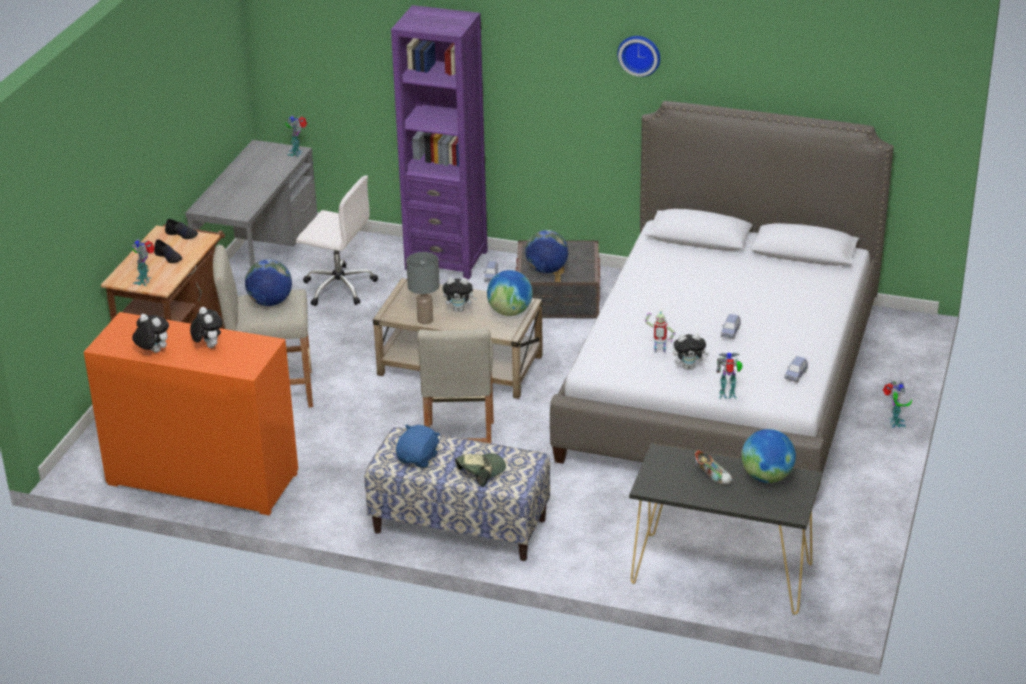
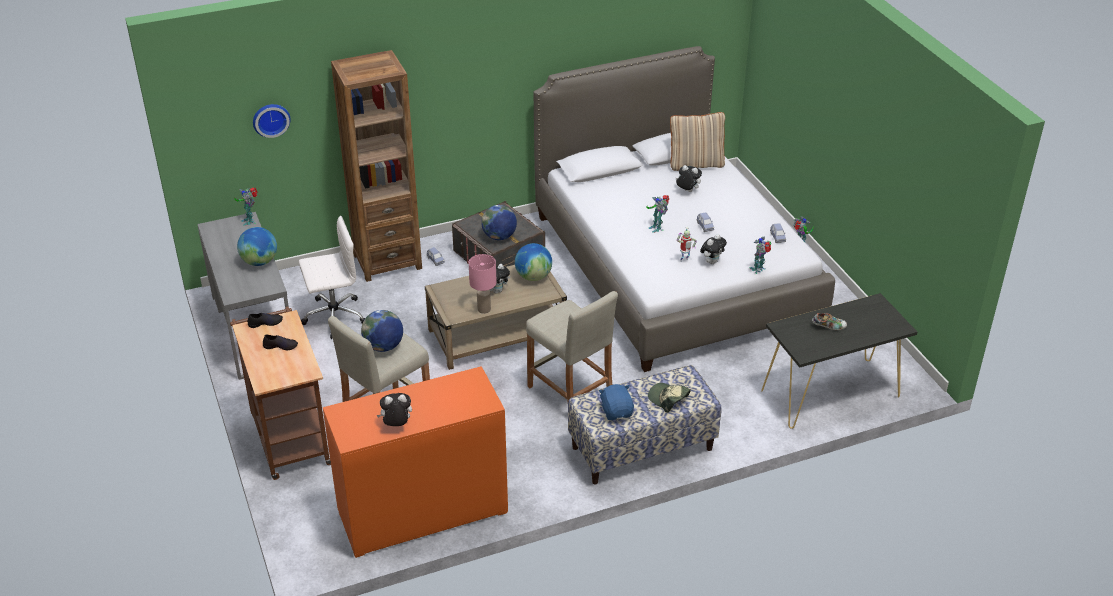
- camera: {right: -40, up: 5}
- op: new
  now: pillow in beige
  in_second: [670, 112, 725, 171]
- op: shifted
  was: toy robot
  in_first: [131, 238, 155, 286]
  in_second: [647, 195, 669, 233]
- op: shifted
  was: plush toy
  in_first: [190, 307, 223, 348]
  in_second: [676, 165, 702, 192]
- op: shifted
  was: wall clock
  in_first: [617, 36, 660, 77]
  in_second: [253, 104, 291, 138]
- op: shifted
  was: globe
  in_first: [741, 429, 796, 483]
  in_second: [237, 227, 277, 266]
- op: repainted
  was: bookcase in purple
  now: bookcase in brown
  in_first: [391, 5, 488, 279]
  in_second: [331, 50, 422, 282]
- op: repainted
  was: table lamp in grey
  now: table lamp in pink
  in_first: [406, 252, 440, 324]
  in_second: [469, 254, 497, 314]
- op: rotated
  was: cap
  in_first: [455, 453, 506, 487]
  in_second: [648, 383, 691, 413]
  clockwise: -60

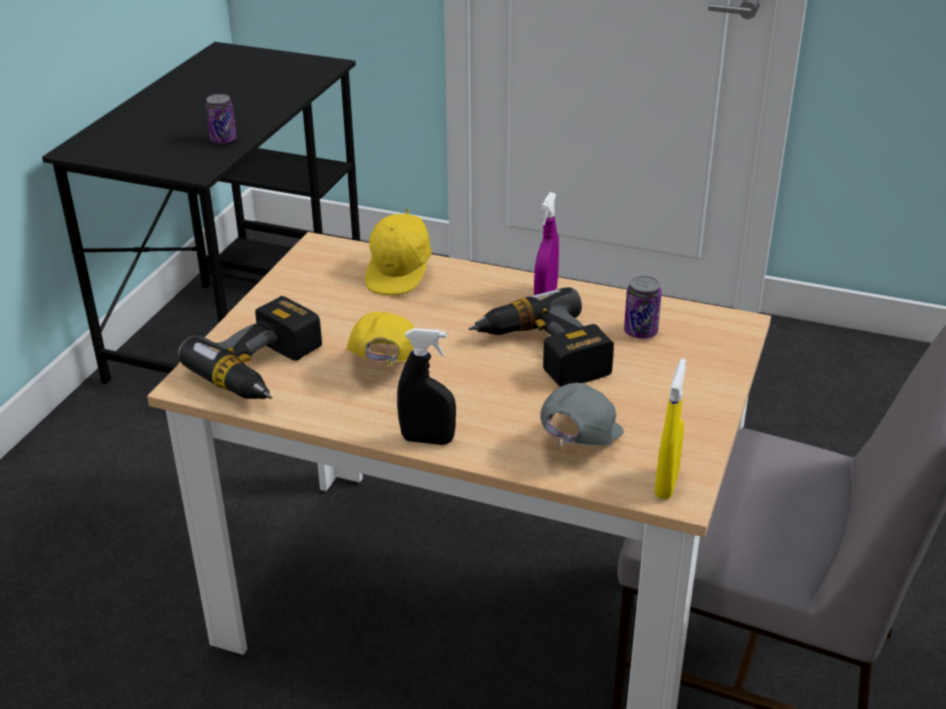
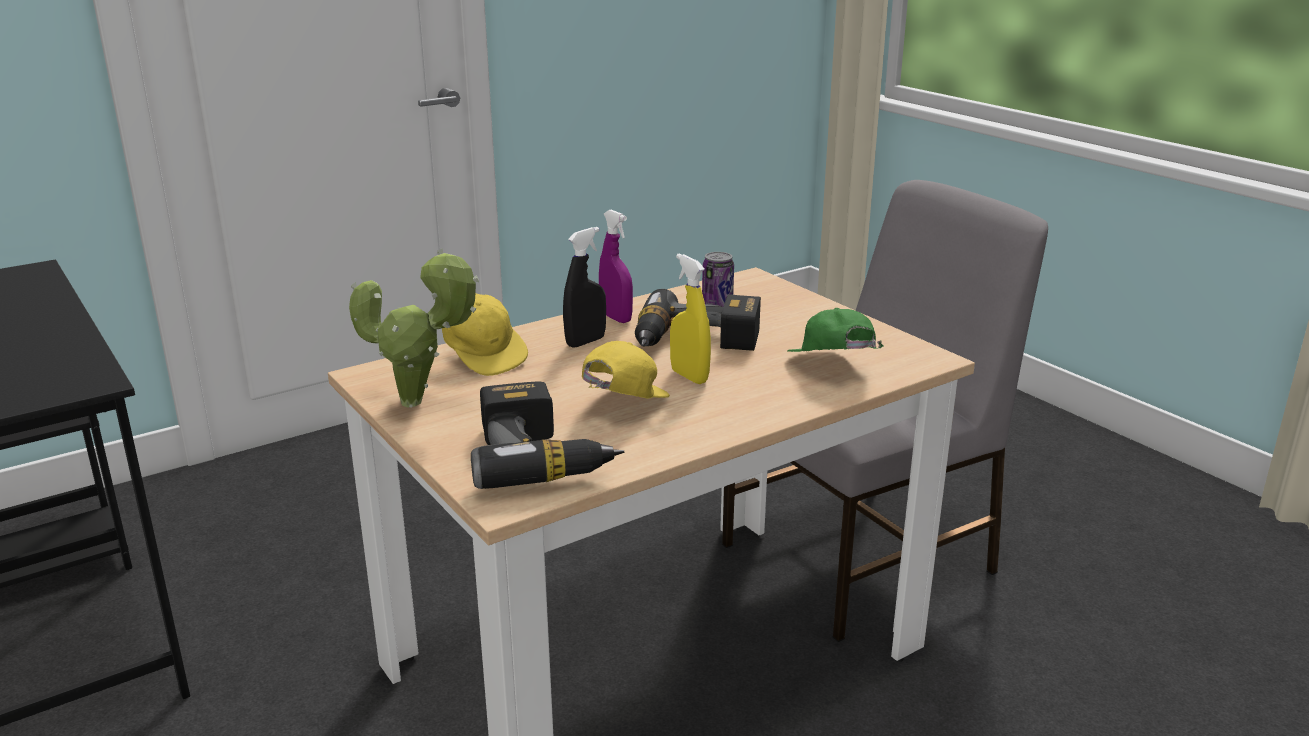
- camera: {right: -55, up: -10}
- op: gone
  was: can
  in_first: [206, 94, 236, 144]
- op: new
  now: potted plant
  in_second: [349, 248, 479, 408]
- op: shifted
  was: spray bottle in black
  in_first: [397, 328, 456, 445]
  in_second: [563, 227, 606, 348]
- op: shifted
  was: spray bottle in yellow
  in_first: [655, 358, 686, 499]
  in_second: [670, 254, 711, 384]
- op: repainted
  was: cap in grey
  now: cap in green
  in_first: [540, 383, 624, 446]
  in_second: [787, 308, 883, 352]
- op: rotated
  was: cap in yellow
  in_first: [346, 312, 415, 366]
  in_second: [582, 341, 670, 399]
  clockwise: 90

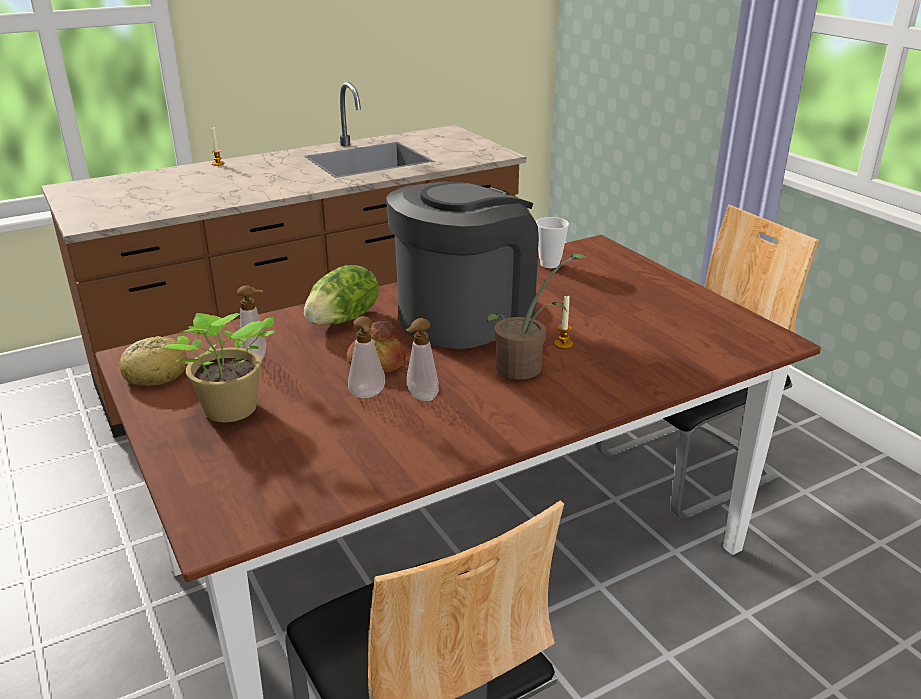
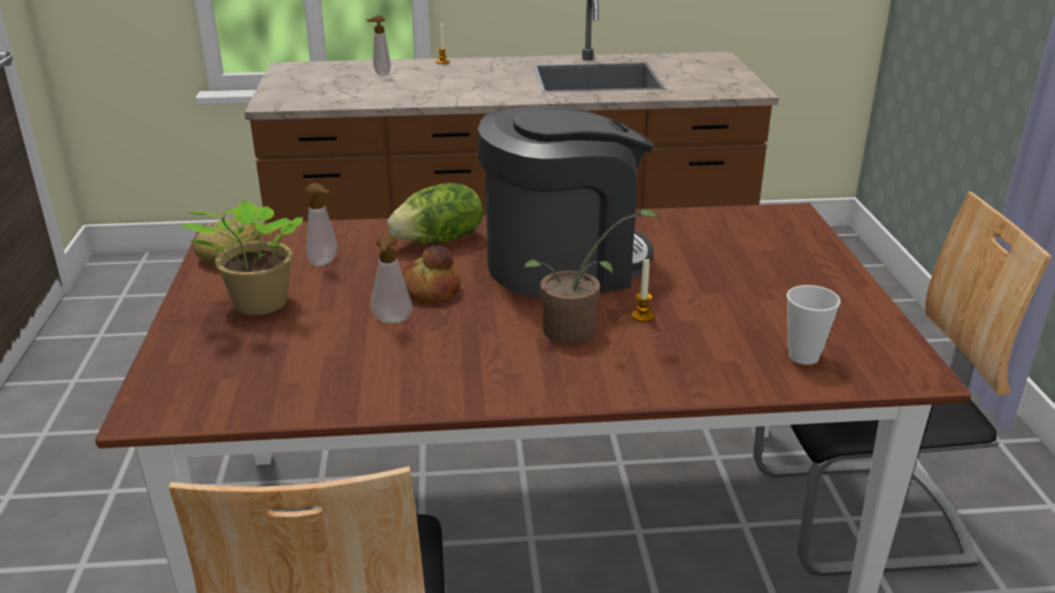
- camera: {right: 25, up: 0}
- op: shifted
  was: soap dispenser
  in_first: [406, 318, 439, 401]
  in_second: [366, 15, 391, 77]
- op: shifted
  was: cup
  in_first: [536, 217, 569, 268]
  in_second: [787, 285, 840, 365]

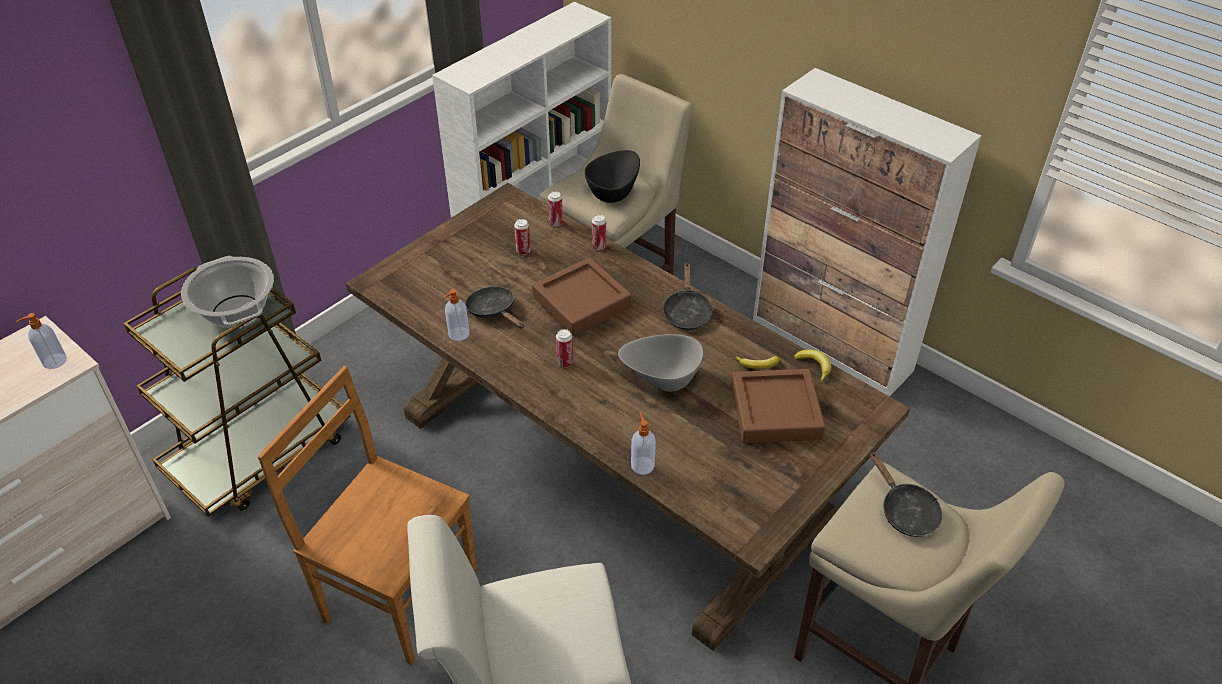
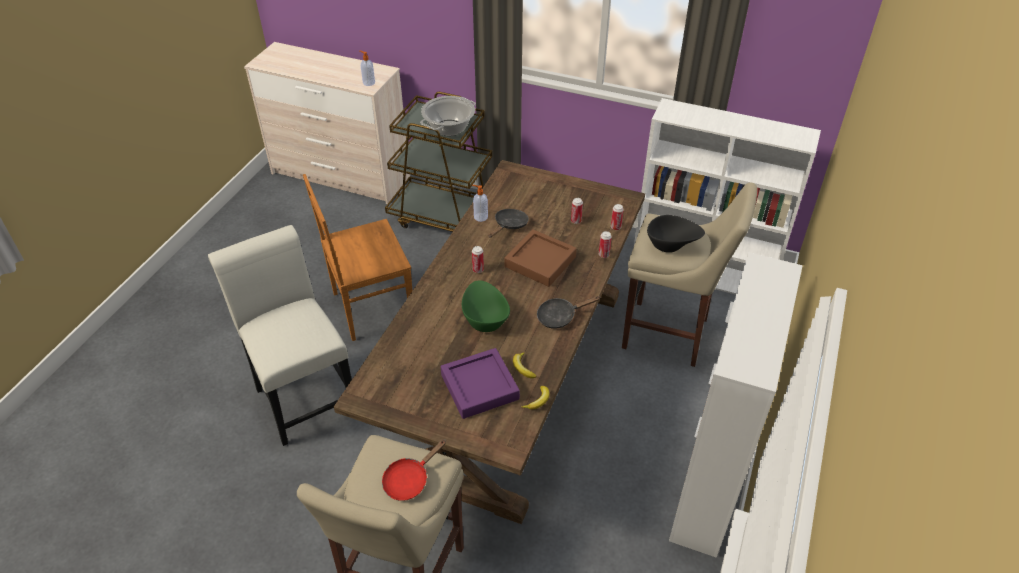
- camera: {right: 70, up: 0}
- op: gone
  was: soap dispenser
  in_first: [631, 412, 656, 475]
- op: repainted
  was: bowl in grey
  now: bowl in green
  in_first: [618, 334, 703, 392]
  in_second: [462, 280, 510, 332]
- op: repainted
  was: tray in brown
  now: tray in purple
  in_first: [731, 369, 825, 443]
  in_second: [441, 348, 520, 419]
- op: repainted
  was: frying pan in black
  now: frying pan in red
  in_first: [870, 451, 942, 537]
  in_second: [382, 439, 446, 501]
- op: rotated
  was: chair in brown
  in_first: [258, 366, 477, 665]
  in_second: [303, 174, 413, 341]
  clockwise: -120

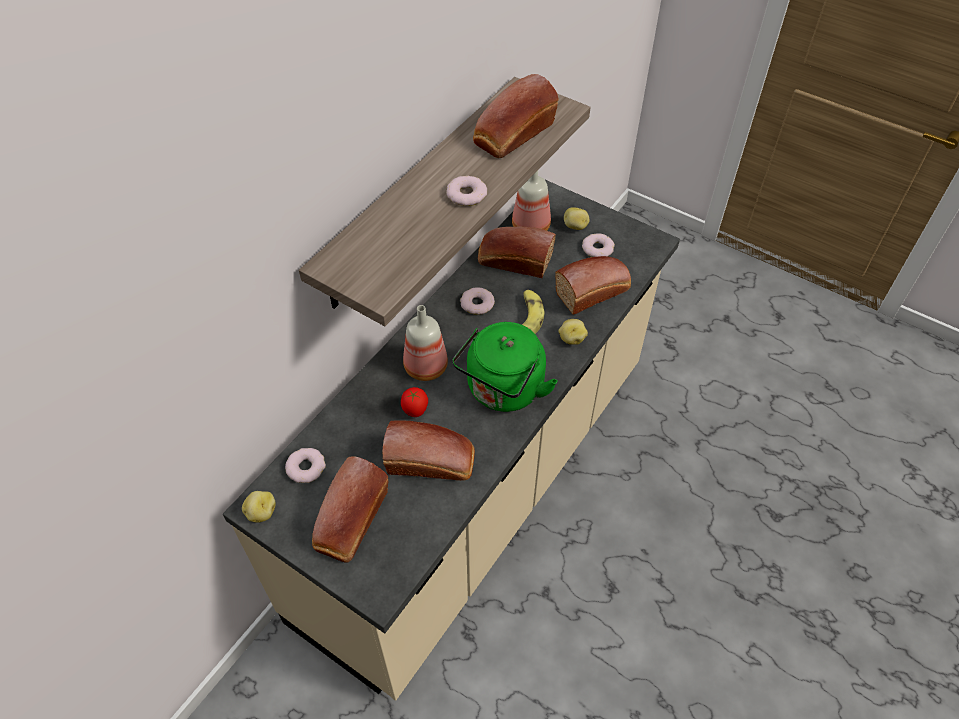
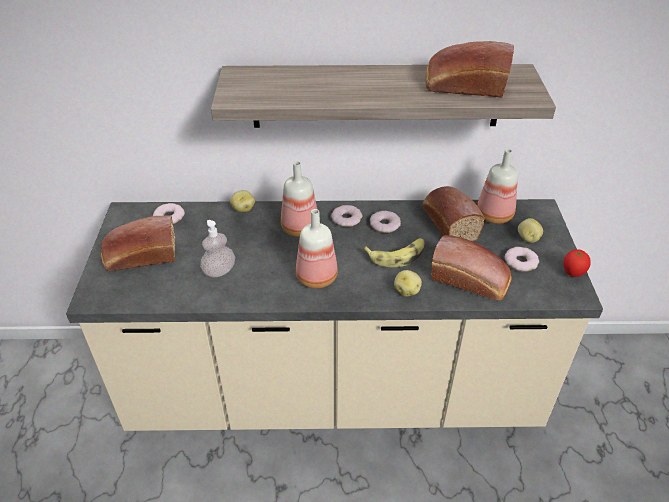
- camera: {right: 55, up: -10}
- op: shifted
  was: potato
  in_first: [242, 491, 276, 523]
  in_second: [230, 190, 255, 212]
- op: shifted
  was: tomato
  in_first: [401, 387, 428, 417]
  in_second: [563, 250, 591, 277]
- op: shifted
  was: donut
  in_first: [446, 176, 487, 206]
  in_second: [331, 205, 363, 227]
- op: swapped
  was: bread
  now: soap dispenser
  in_first: [383, 420, 475, 481]
  in_second: [200, 220, 235, 277]
- op: swapped
  was: kettle in green
  now: bottle
  in_first: [453, 322, 558, 412]
  in_second: [296, 209, 338, 288]

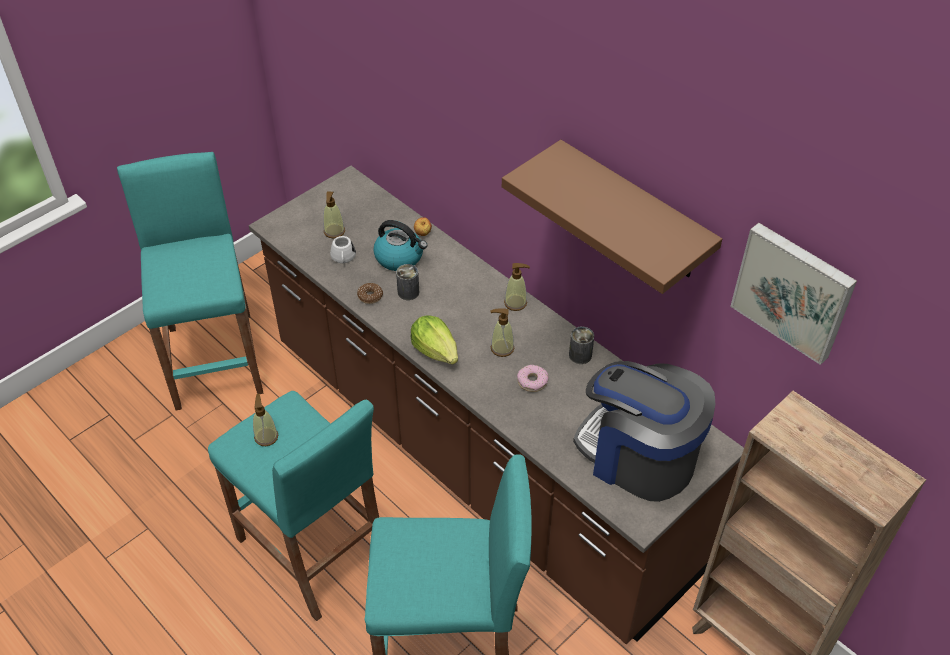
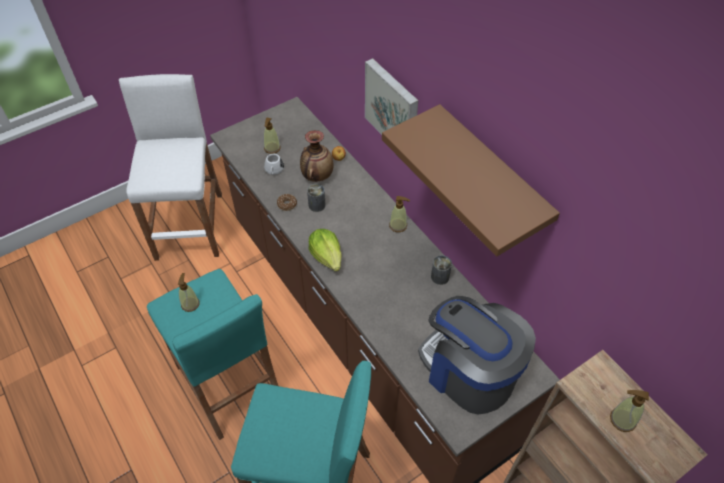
- camera: {right: 10, up: 5}
- op: gone
  was: donut
  in_first: [517, 365, 549, 392]
- op: shifted
  was: soap dispenser
  in_first: [490, 308, 514, 357]
  in_second: [610, 390, 649, 432]
- op: shifted
  was: picture
  in_first: [730, 223, 857, 365]
  in_second: [365, 58, 418, 135]
- op: swapped
  was: kettle
  now: vase
  in_first: [373, 220, 427, 271]
  in_second: [300, 130, 334, 182]
- op: repainted
  was: stool in turquoise
  now: stool in white
  in_first: [117, 152, 263, 410]
  in_second: [119, 74, 222, 261]

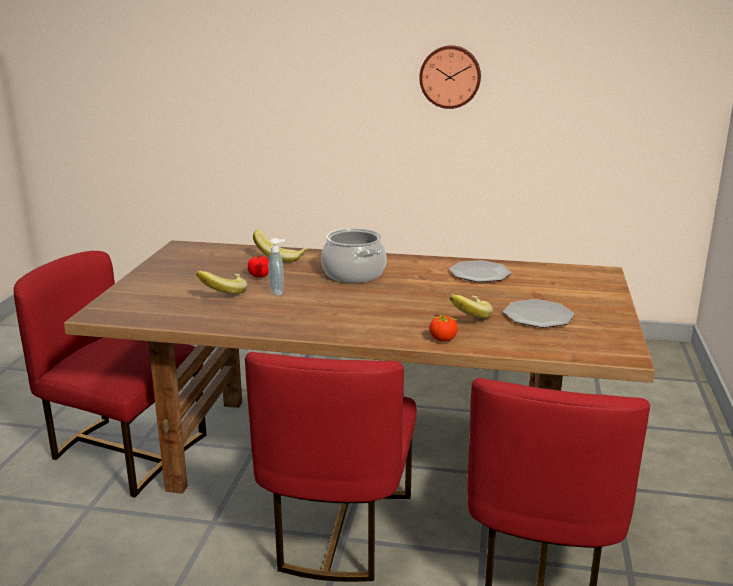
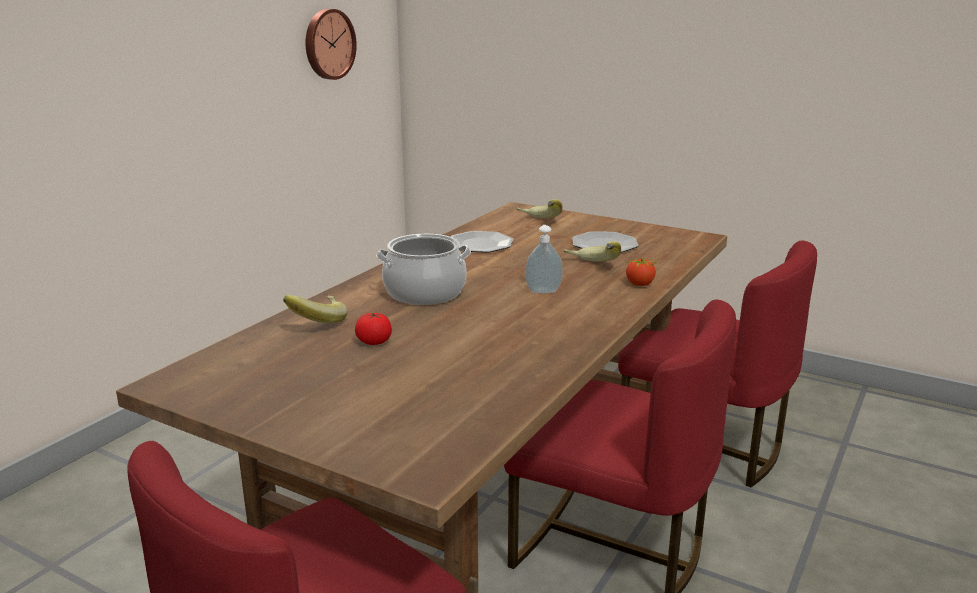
- camera: {right: -70, up: 0}
- op: shifted
  was: banana
  in_first: [196, 271, 248, 294]
  in_second: [516, 199, 563, 219]
- op: shifted
  was: soap dispenser
  in_first: [268, 238, 285, 296]
  in_second: [525, 225, 563, 293]
- op: shifted
  was: wall clock
  in_first: [419, 45, 481, 109]
  in_second: [306, 9, 357, 80]

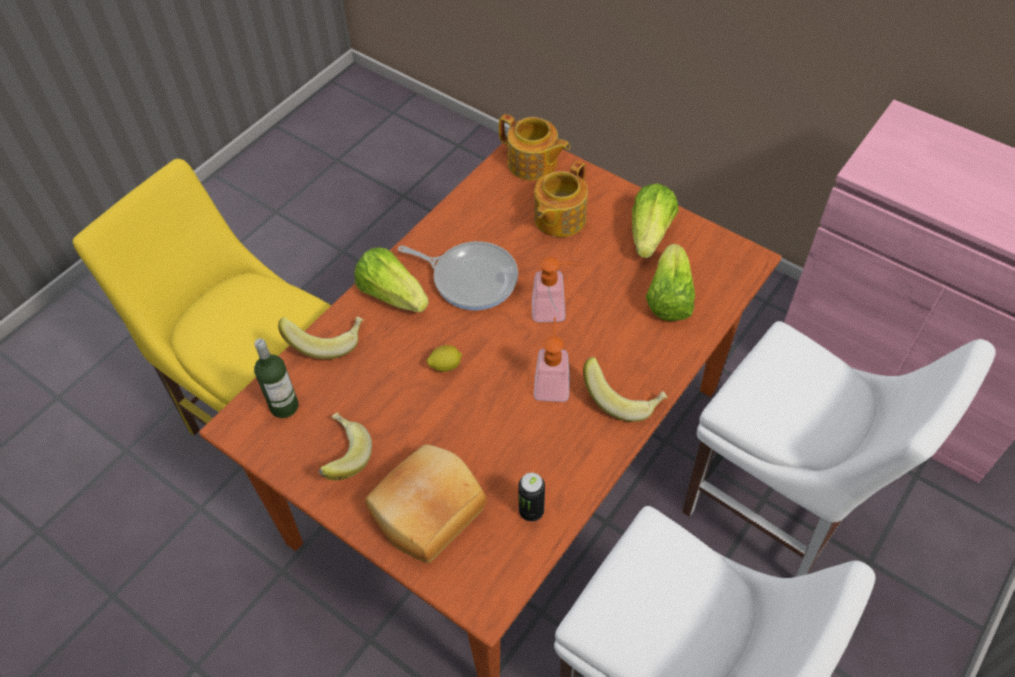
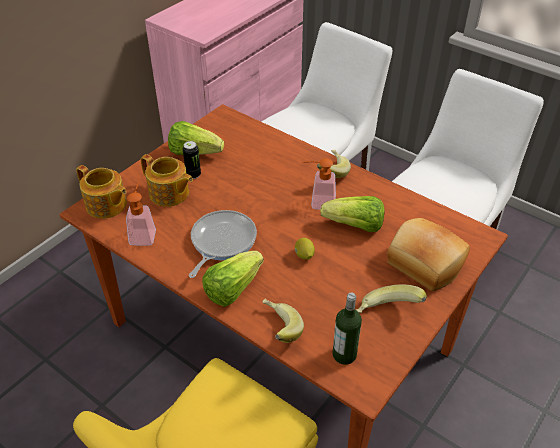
- camera: {right: -90, up: -10}
- op: shifted
  was: can
  in_first: [518, 473, 545, 521]
  in_second: [183, 141, 201, 179]
- op: shifted
  was: soap dispenser
  in_first: [532, 257, 583, 322]
  in_second: [126, 182, 156, 245]
- op: shifted
  was: lettuce
  in_first: [646, 244, 695, 321]
  in_second: [320, 196, 384, 232]
- op: rotated
  was: teapot
  in_first: [499, 114, 570, 181]
  in_second: [76, 165, 127, 219]
  clockwise: 90

